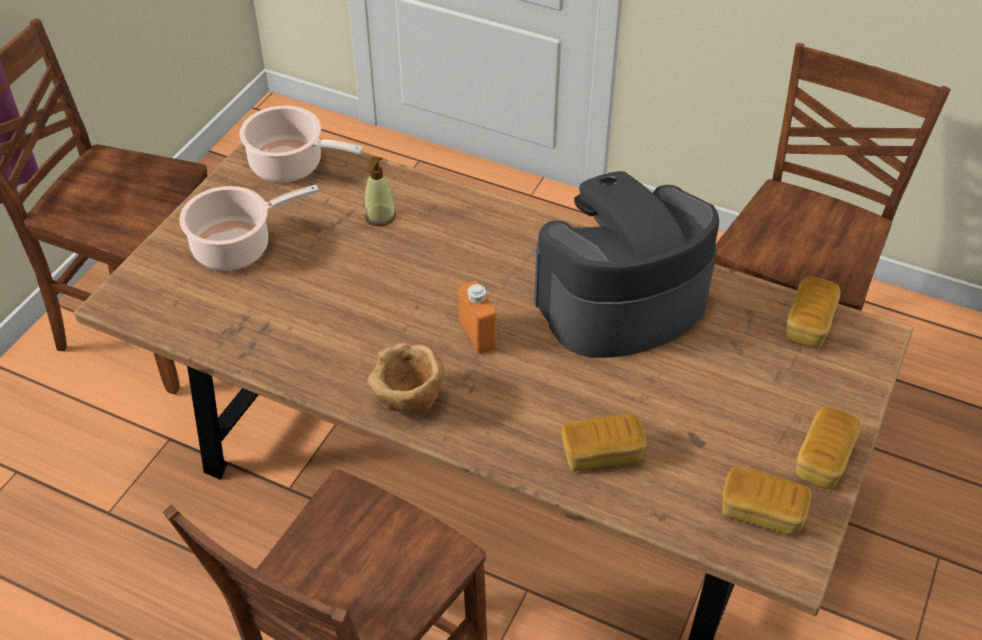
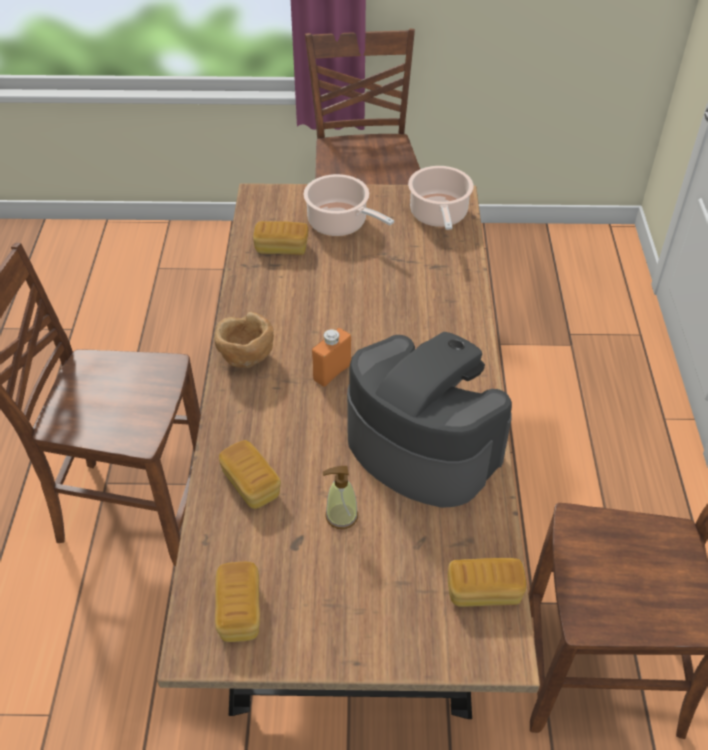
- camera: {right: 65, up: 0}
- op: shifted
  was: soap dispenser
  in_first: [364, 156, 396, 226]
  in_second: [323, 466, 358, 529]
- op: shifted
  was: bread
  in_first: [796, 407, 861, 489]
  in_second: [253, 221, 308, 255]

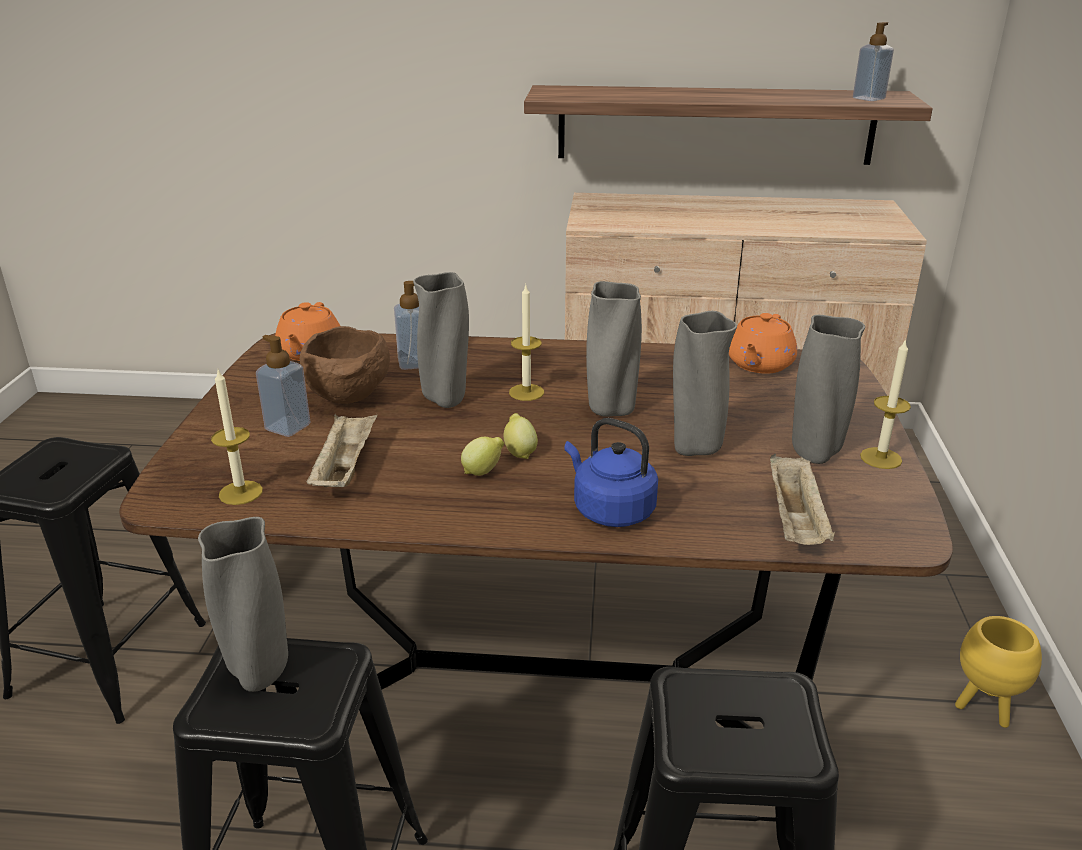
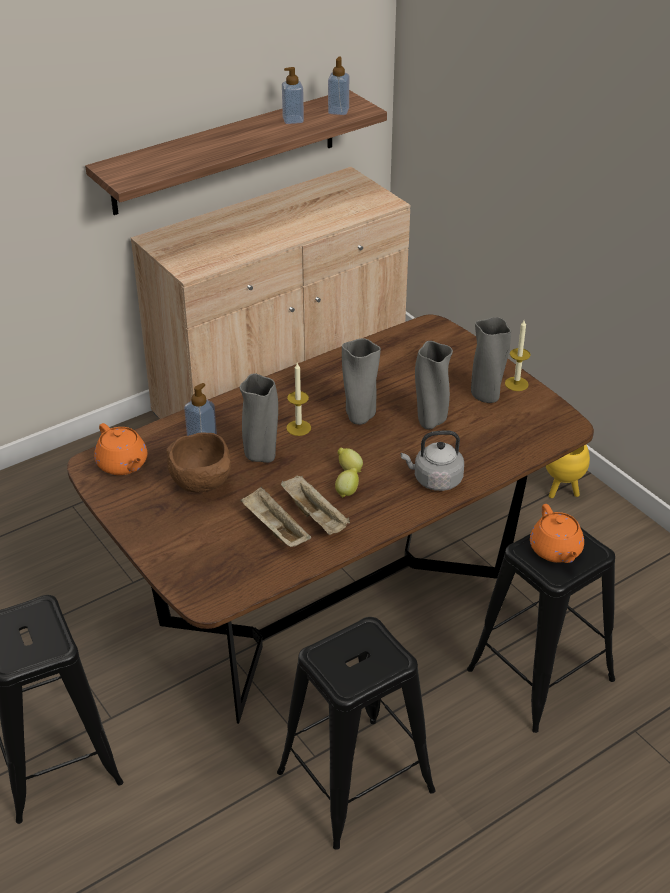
- camera: {right: -40, up: 10}
- op: gone
  was: vase in grey
  in_first: [198, 517, 288, 692]
- op: gone
  was: candle
  in_first: [211, 370, 263, 505]
- op: shifted
  was: soap dispenser
  in_first: [256, 335, 310, 437]
  in_second: [282, 67, 304, 124]
- op: shifted
  was: teapot in orange
  in_first: [729, 313, 797, 374]
  in_second: [530, 504, 584, 563]
- op: shifted
  was: tray in beige
  in_first: [770, 454, 836, 545]
  in_second: [281, 476, 350, 535]
- op: repainted
  was: kettle in blue
  now: kettle in grey
  in_first: [565, 418, 658, 527]
  in_second: [401, 430, 464, 491]

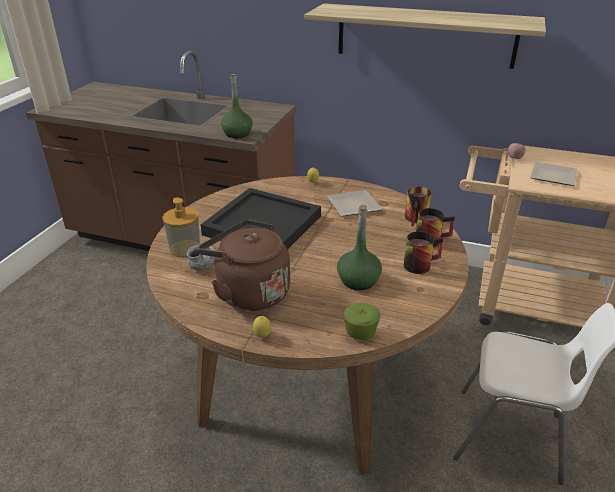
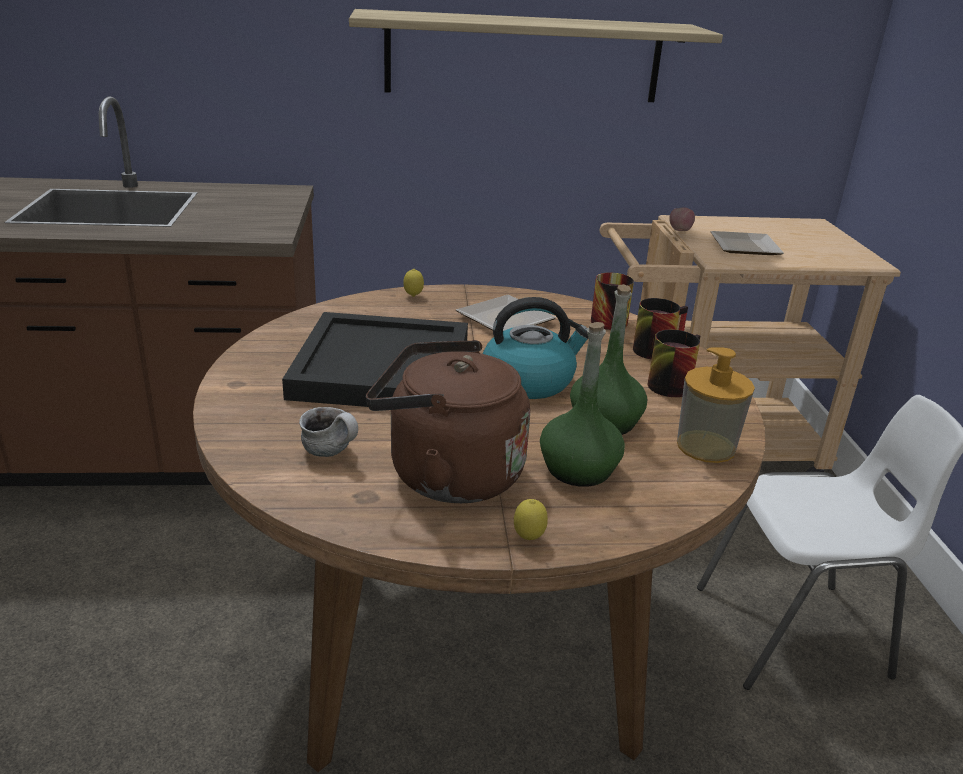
- camera: {right: -25, up: -5}
- op: gone
  was: apple
  in_first: [343, 303, 381, 340]
- op: new
  now: kettle
  in_second: [483, 297, 589, 399]
- op: shifted
  was: soap dispenser
  in_first: [162, 197, 200, 257]
  in_second: [677, 347, 755, 463]
- op: shifted
  was: bottle in green
  in_first: [221, 74, 253, 138]
  in_second: [540, 322, 625, 487]

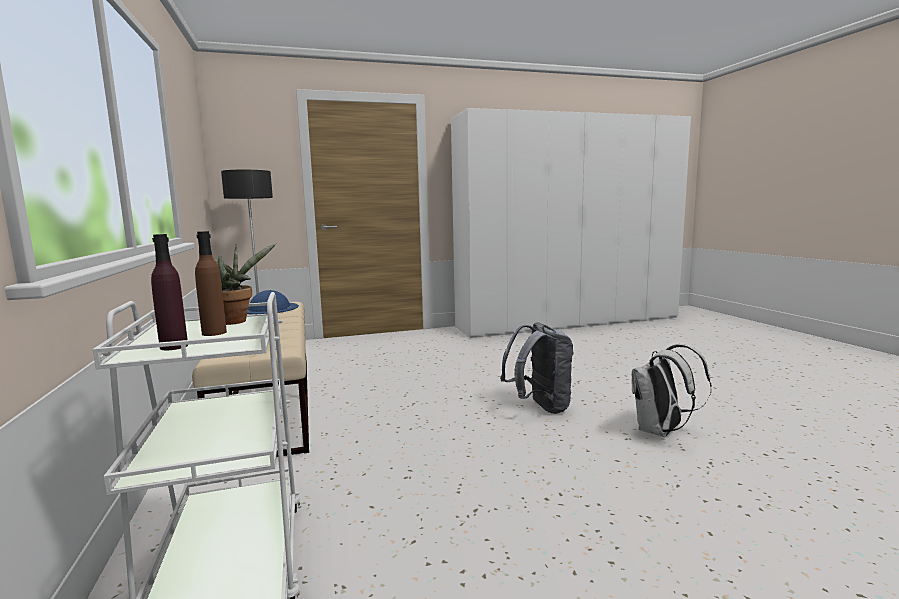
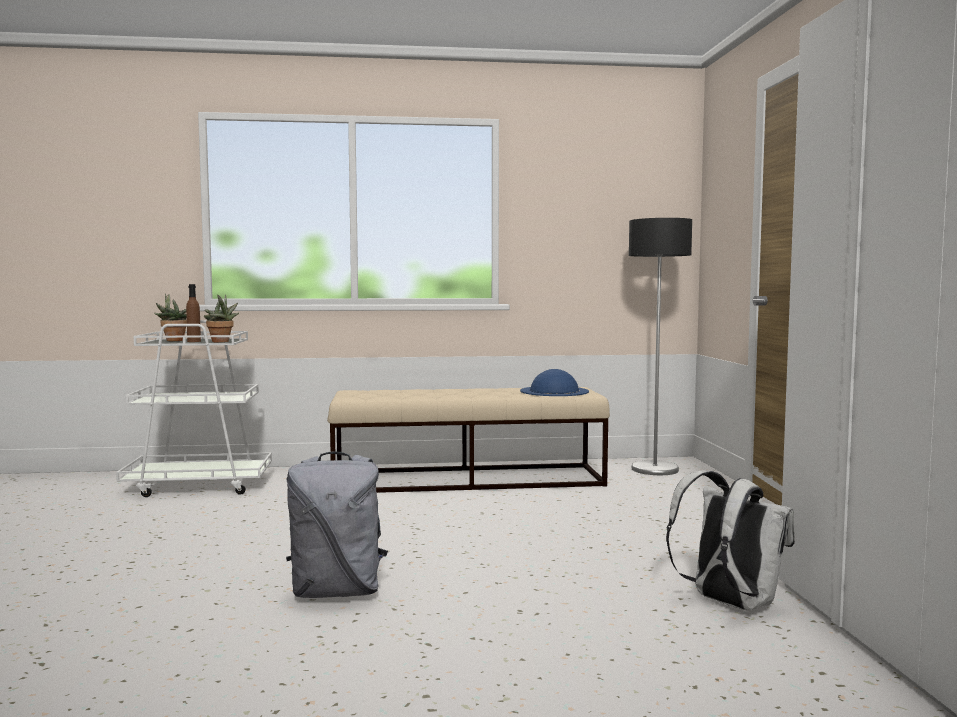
- camera: {right: 100, up: -5}
- op: shifted
  was: backpack in white
  in_first: [631, 344, 712, 437]
  in_second: [666, 471, 795, 610]
- op: swapped
  was: bottle in purple
  now: potted plant
  in_first: [151, 234, 188, 350]
  in_second: [154, 294, 187, 341]

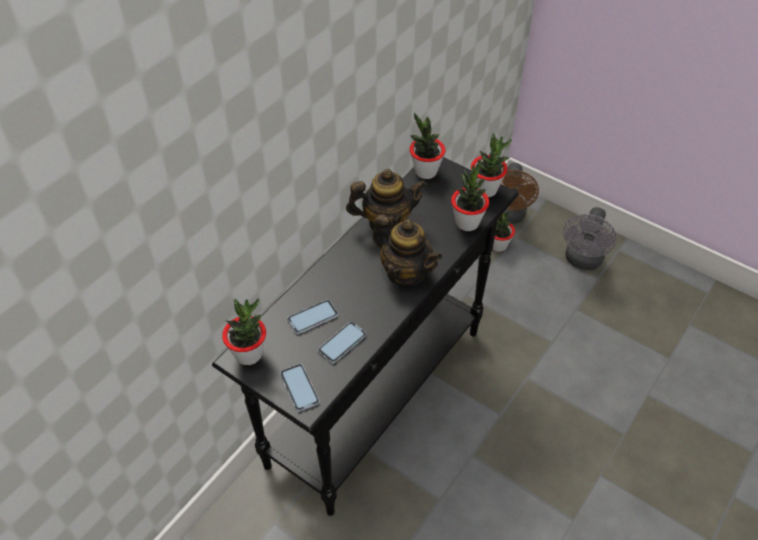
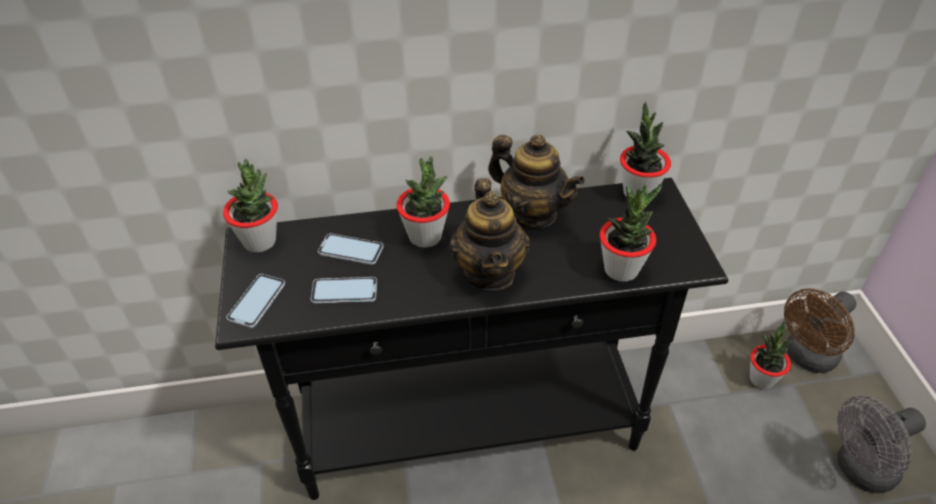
- camera: {right: 45, up: -5}
- op: shifted
  was: potted plant
  in_first: [471, 133, 512, 197]
  in_second: [396, 156, 450, 248]

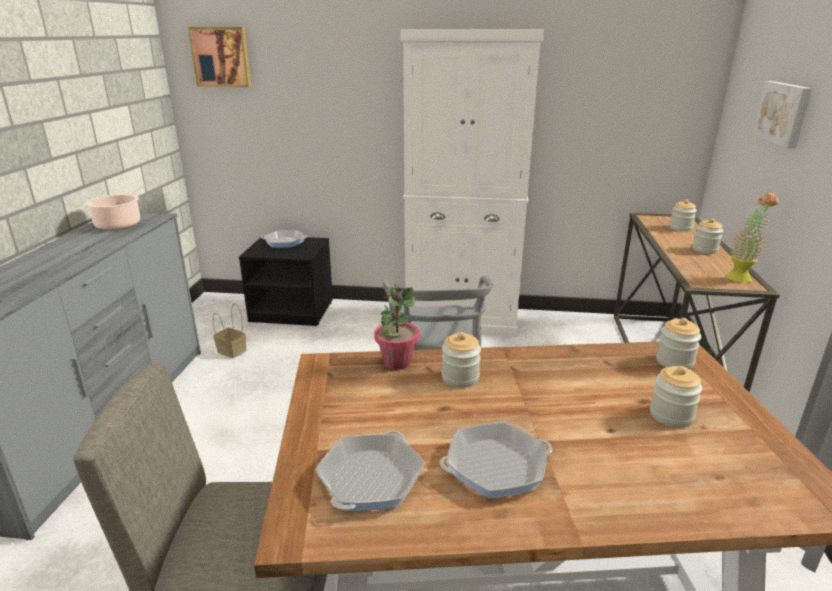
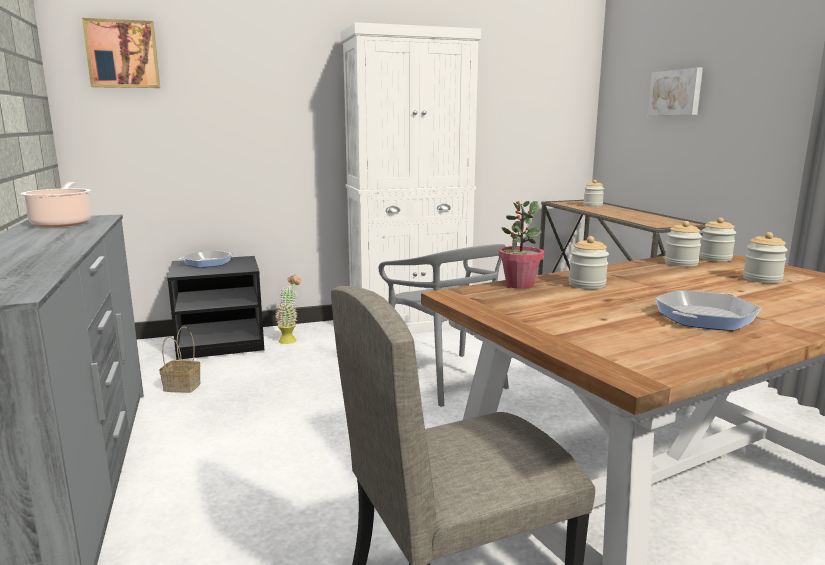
- camera: {right: -25, up: -10}
- op: gone
  was: frying pan
  in_first: [315, 431, 425, 511]
- op: shifted
  was: jar
  in_first: [693, 218, 723, 254]
  in_second: [665, 221, 702, 267]
- op: shifted
  was: potted plant
  in_first: [726, 192, 779, 283]
  in_second: [275, 275, 301, 344]

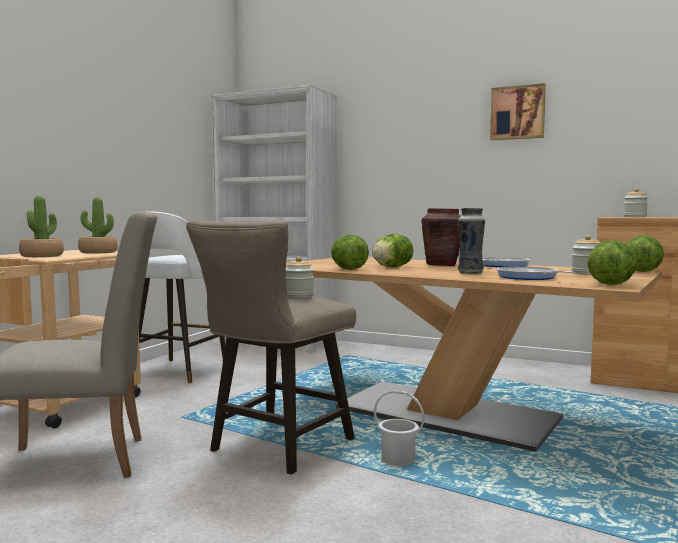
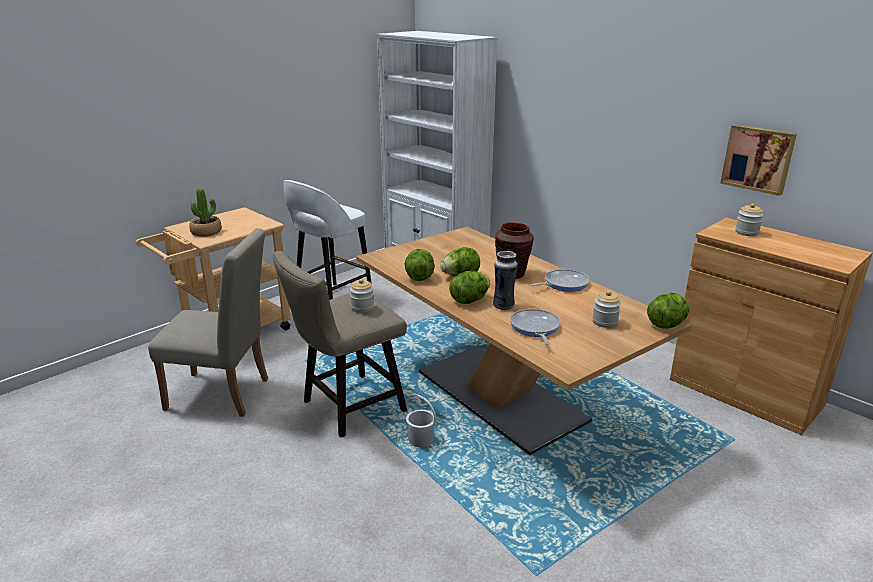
- camera: {right: 20, up: 20}
- op: gone
  was: potted plant
  in_first: [78, 197, 118, 254]
- op: shifted
  was: picture
  in_first: [490, 83, 546, 140]
  in_second: [720, 124, 797, 196]
- op: shifted
  was: lettuce
  in_first: [588, 240, 637, 285]
  in_second: [449, 271, 490, 304]

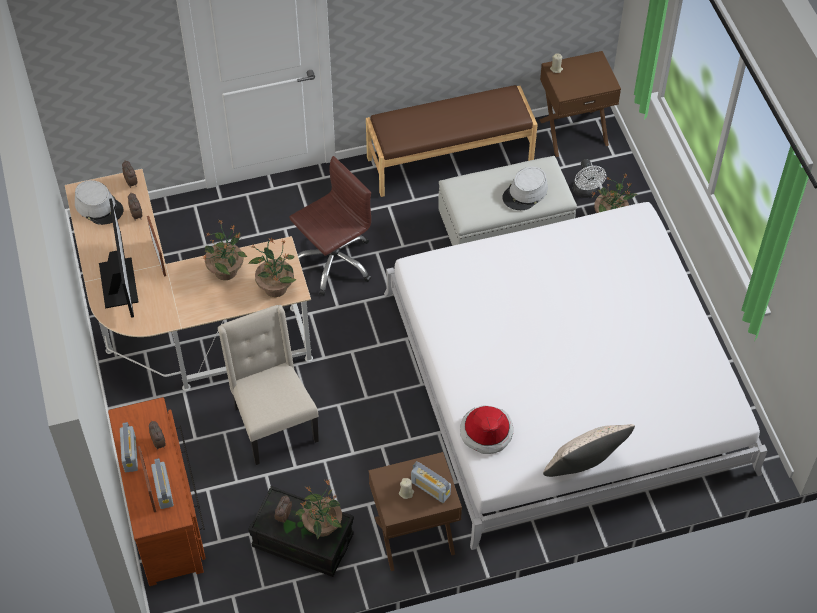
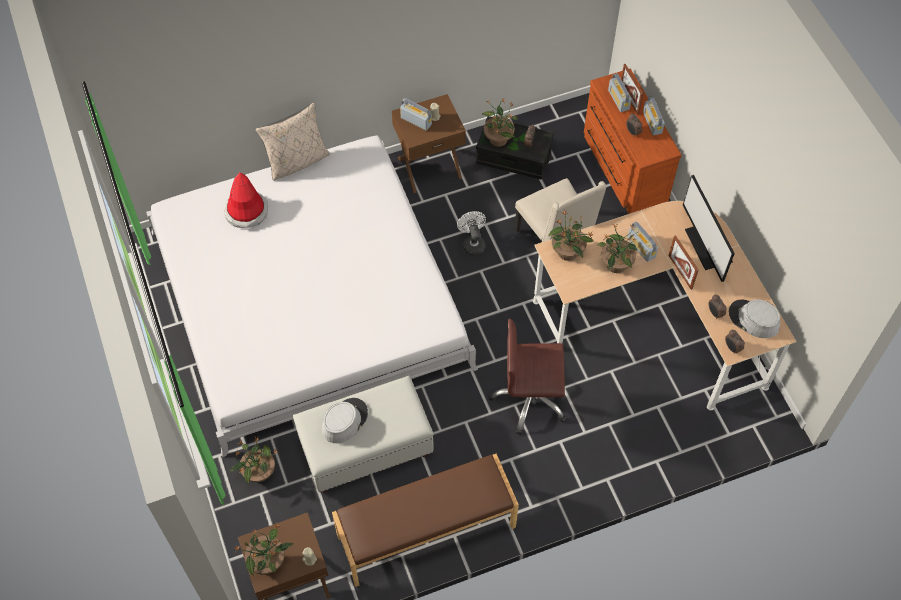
- camera: {right: 175, up: 5}
- op: new
  now: potted plant
  in_second: [235, 524, 293, 575]
- op: new
  now: radio
  in_second: [627, 221, 658, 262]
- op: shifted
  was: hat
  in_first: [460, 405, 514, 454]
  in_second: [224, 172, 268, 228]
- op: shifted
  was: fan in white
  in_first: [573, 159, 606, 198]
  in_second: [457, 211, 486, 256]
- op: rotated
  was: office chair in brown
  in_first: [289, 156, 371, 295]
  in_second: [489, 319, 567, 435]
  clockwise: 45

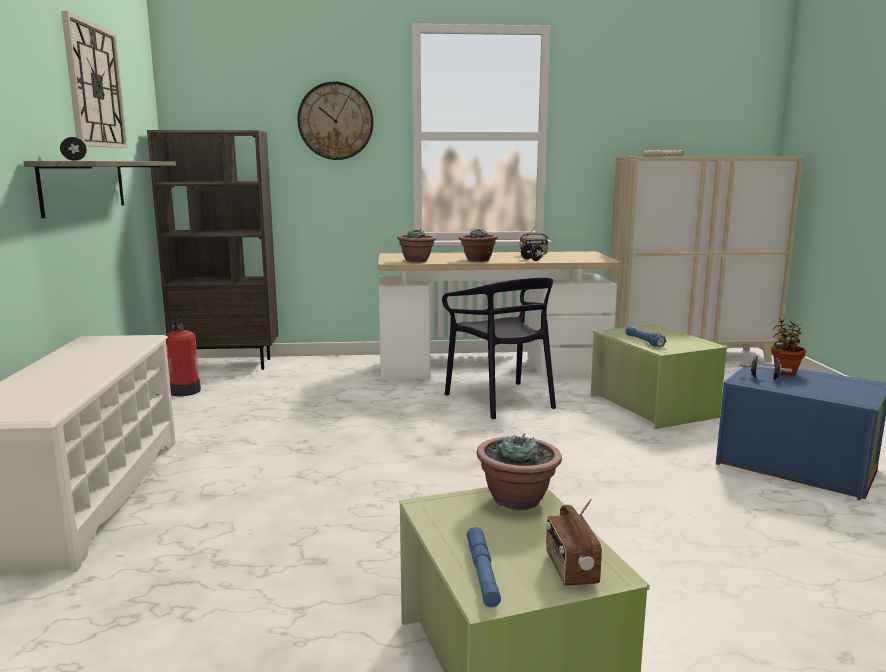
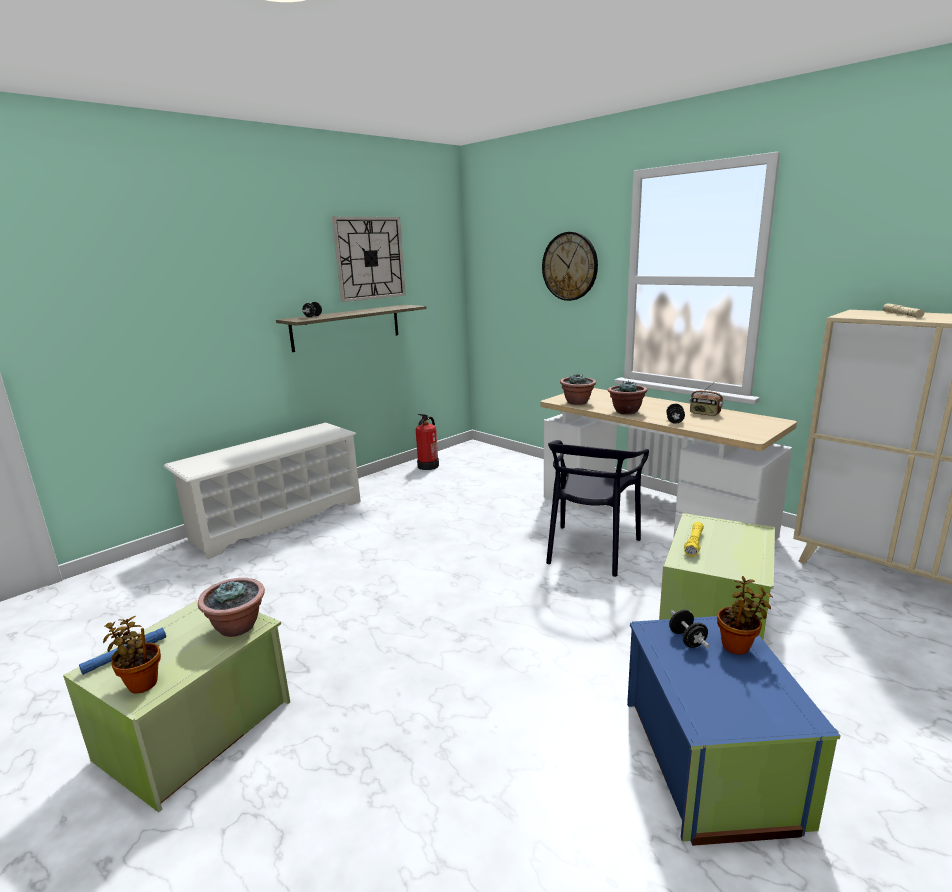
- camera: {right: 50, up: 5}
- op: gone
  was: bookcase in brown
  in_first: [147, 130, 278, 370]
- op: swapped
  was: radio
  now: potted plant
  in_first: [546, 499, 602, 586]
  in_second: [103, 616, 161, 694]
- op: repainted
  was: flashlight in blue
  now: flashlight in yellow
  in_first: [625, 327, 666, 347]
  in_second: [684, 522, 704, 557]

